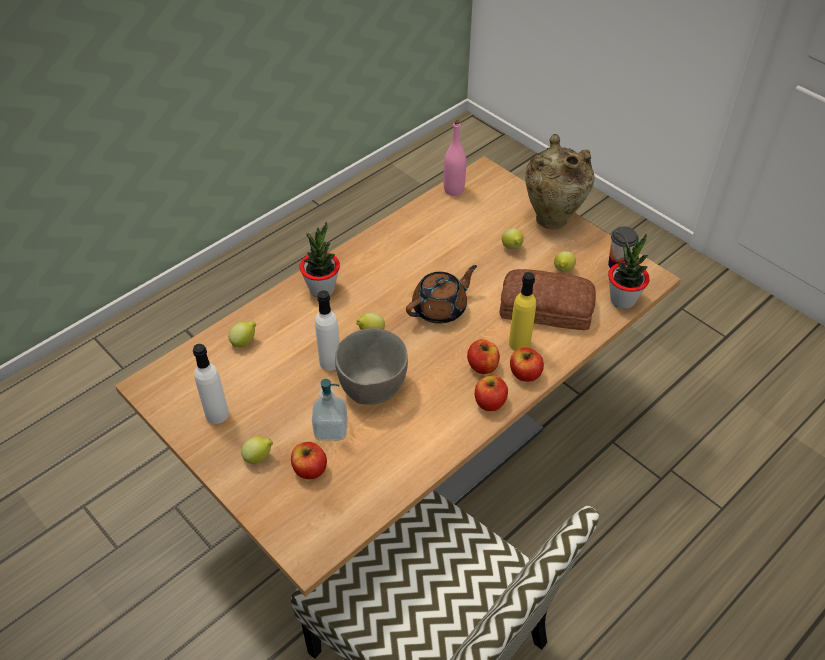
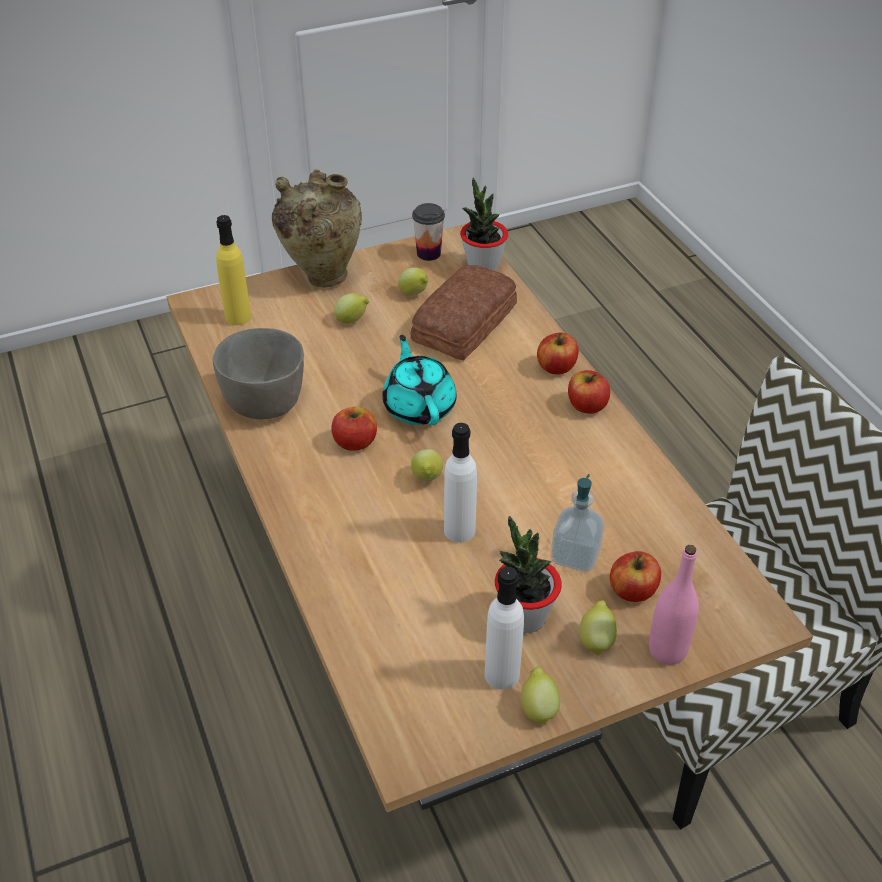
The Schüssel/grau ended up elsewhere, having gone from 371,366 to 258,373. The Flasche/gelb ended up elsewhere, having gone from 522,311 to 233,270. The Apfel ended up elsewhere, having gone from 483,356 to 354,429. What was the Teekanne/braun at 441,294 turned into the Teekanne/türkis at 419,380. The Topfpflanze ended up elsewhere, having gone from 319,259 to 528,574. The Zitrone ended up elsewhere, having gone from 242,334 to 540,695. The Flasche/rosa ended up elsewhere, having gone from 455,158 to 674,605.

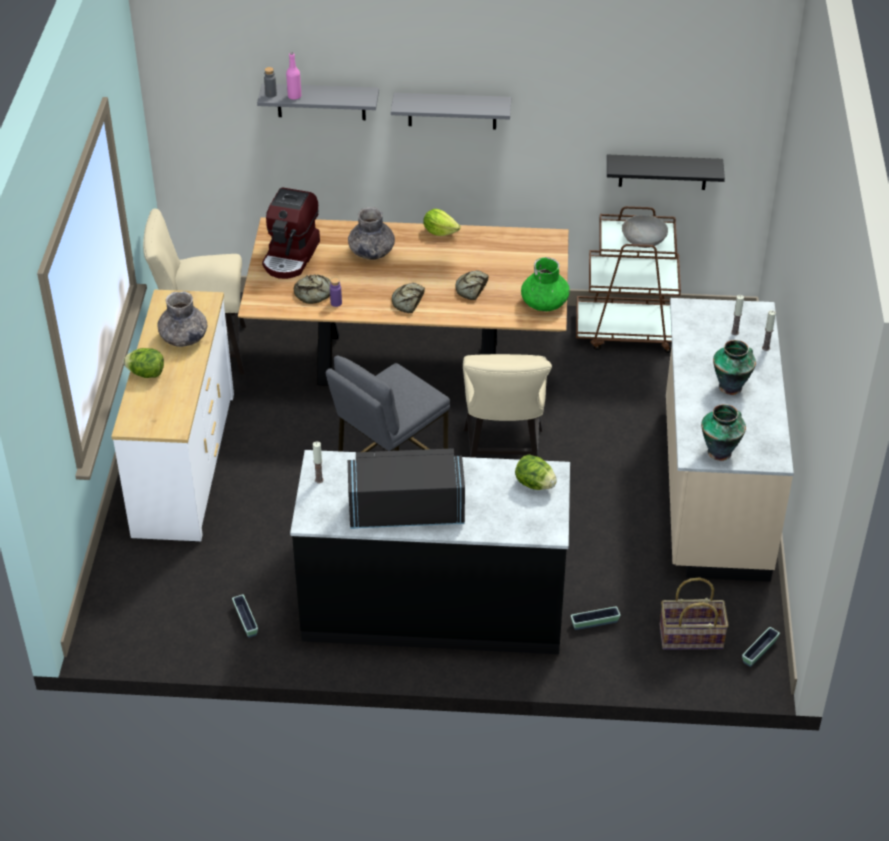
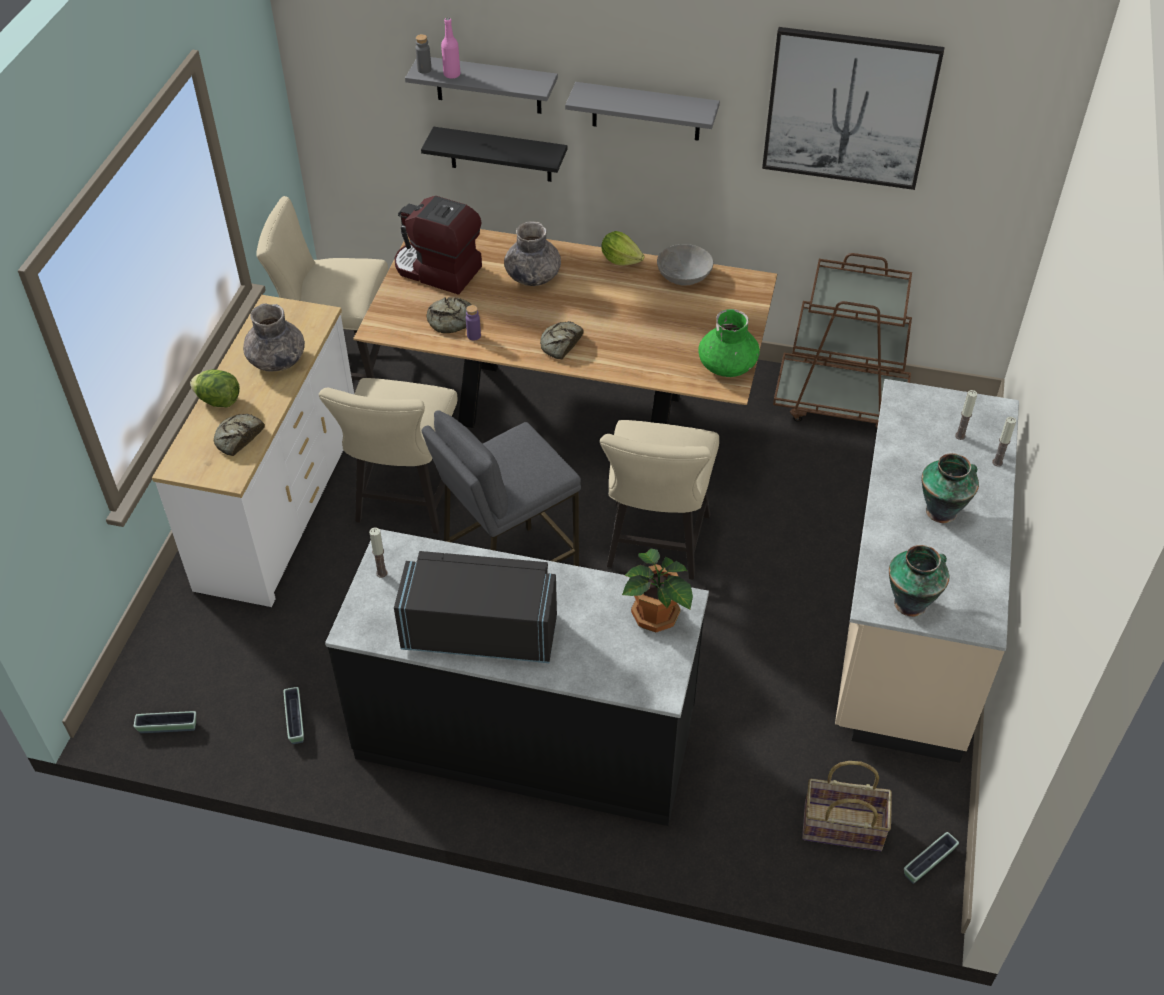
The Pflanzkübel ended up elsewhere, having gone from 595,618 to 165,722. The Brot ended up elsewhere, having gone from 472,285 to 239,435. The second view gained the Stuhl/beige at 388,456. The Kaffeemaschine at 291,233 ended up facing another way, 90 degrees clockwise from before. The Wandregal/schwarz ended up elsewhere, having gone from 666,172 to 494,154. Where the Salatkopf stood at 536,472, the Topfpflanze came to stand at 657,590. The Schüssel/grau ended up elsewhere, having gone from 645,231 to 685,265. The second view gained the Bild at 853,108.

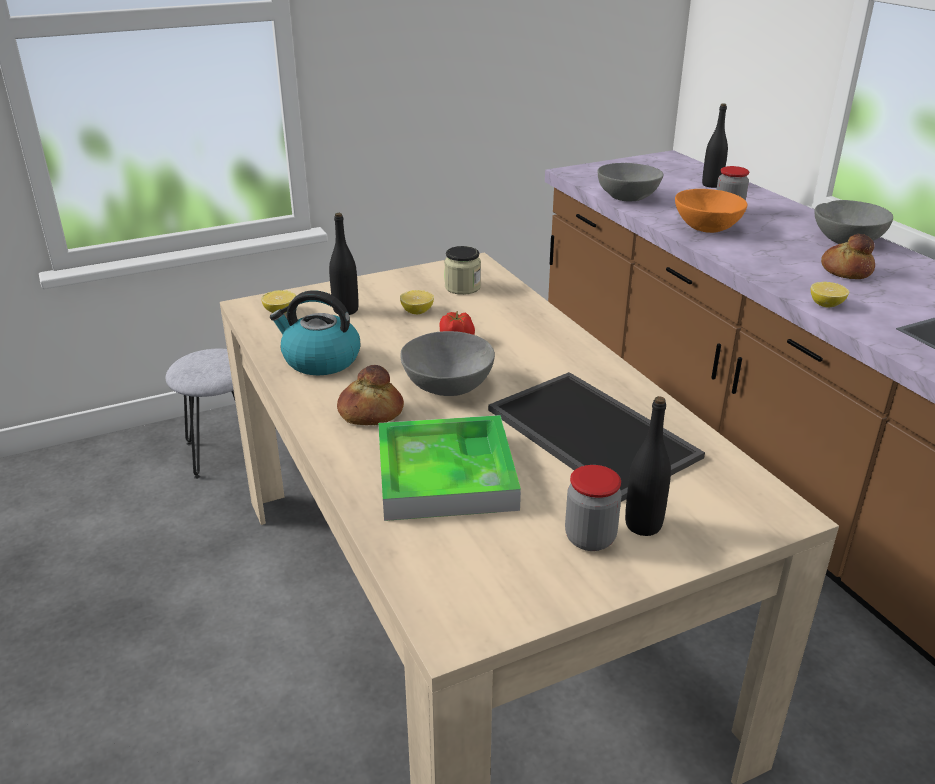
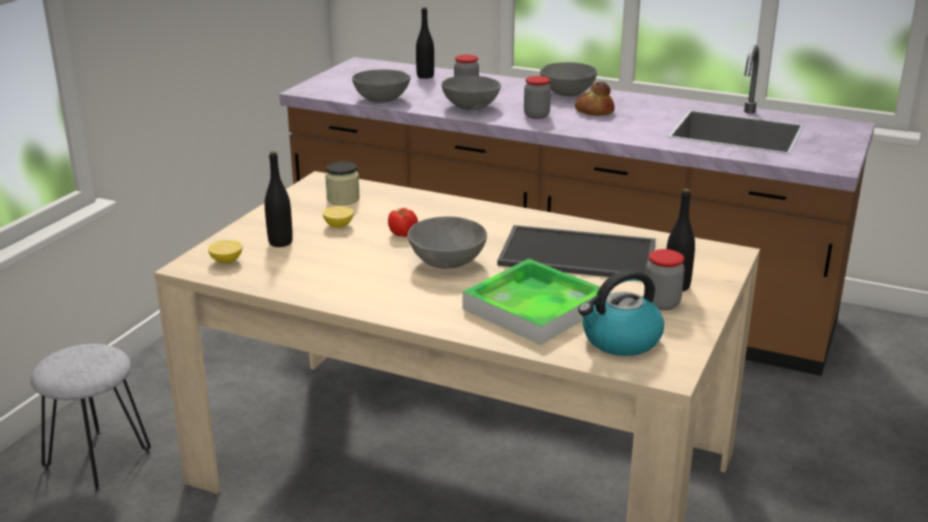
What was the Schüssel/orange at 711,211 turned into the Schüssel/grau at 471,92. The second view gained the Vorratsglas at 537,97. The Wasserkessel ended up elsewhere, having gone from 315,332 to 621,312. The second view lost the Brot at 370,395. The second view lost the Zitrone at 830,295.

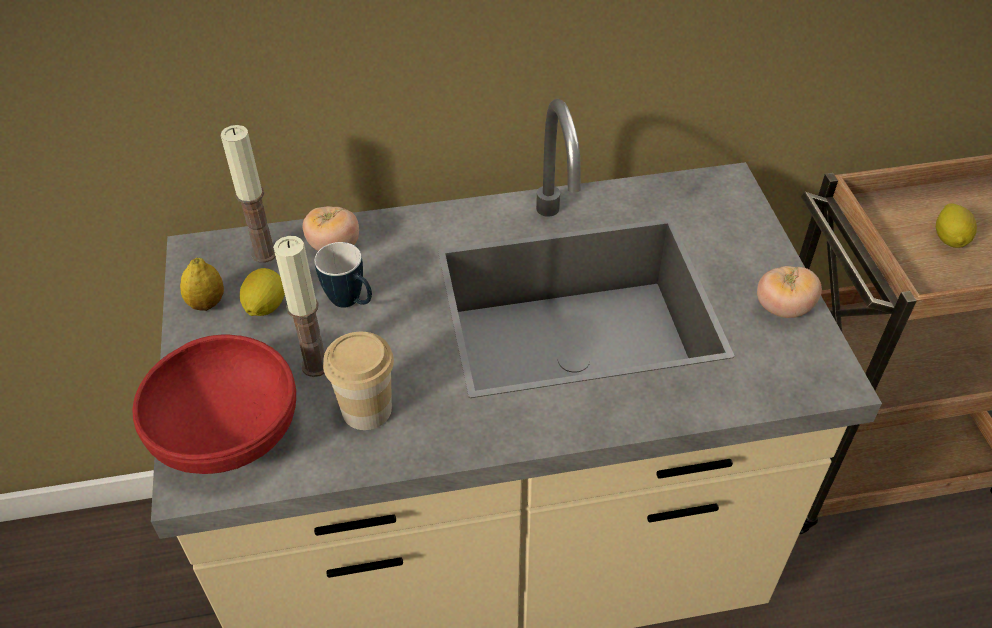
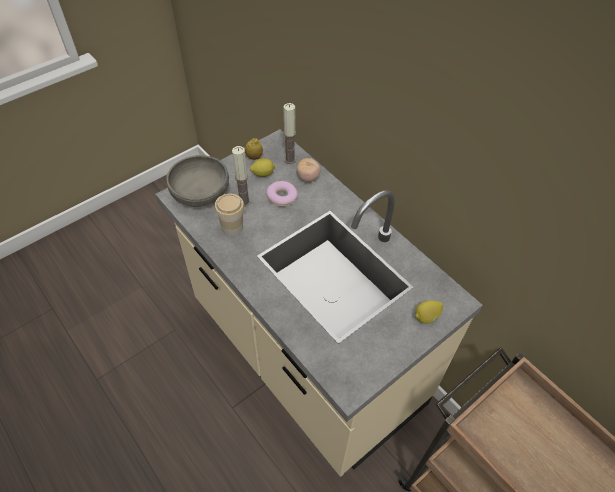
What was the Schüssel/rot at 214,404 turned into the Schüssel/grau at 197,181. Where the Henkelbecher stood at 343,275, the Donut came to stand at 282,194. The Zitrone ended up elsewhere, having gone from 956,225 to 429,312. The second view lost the Tomate at 789,292.

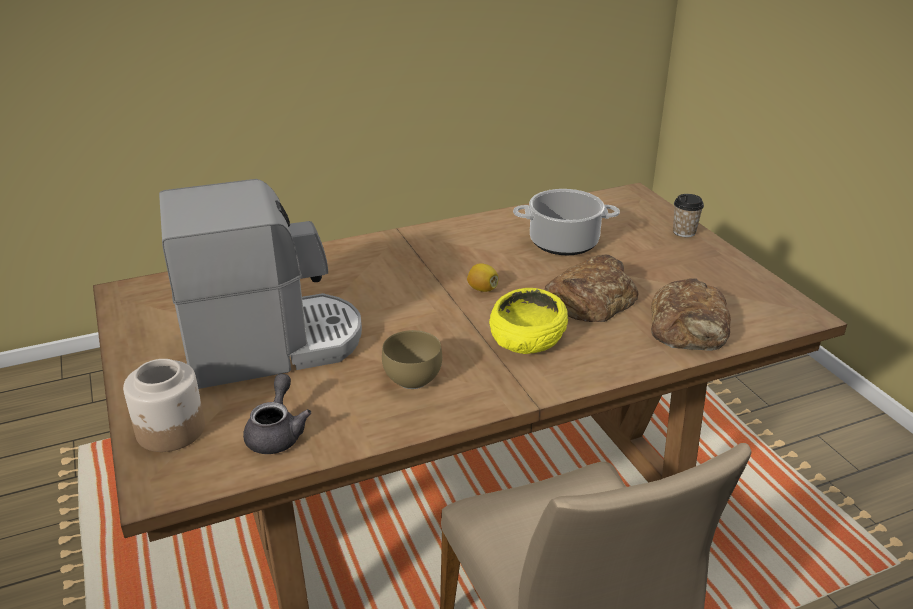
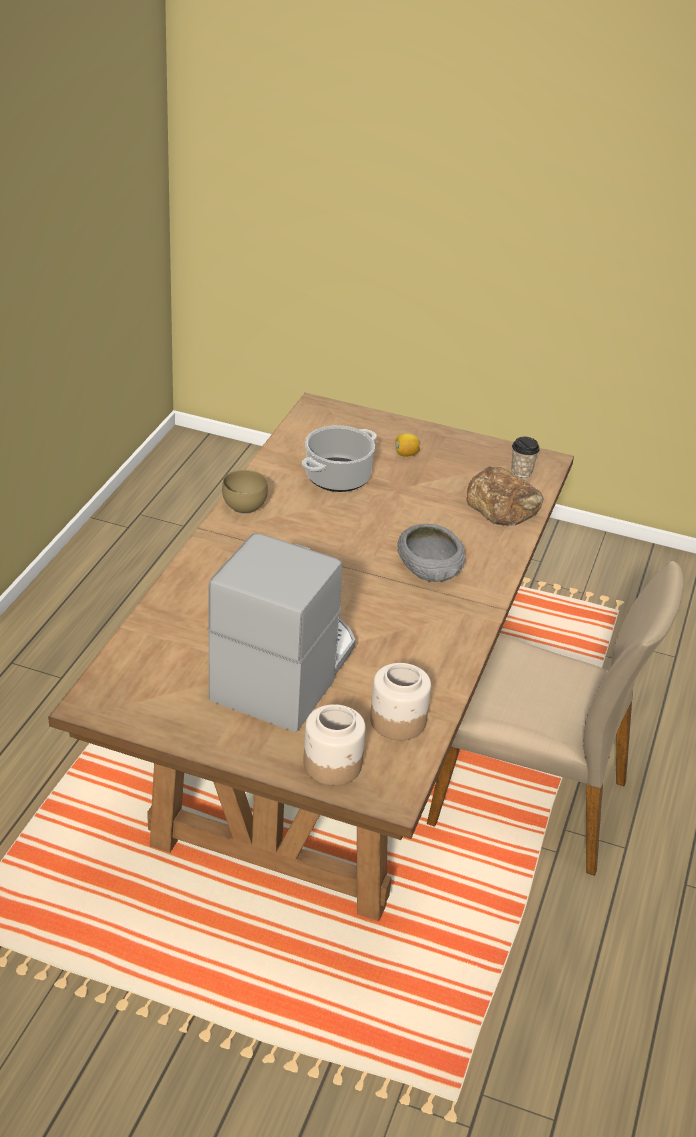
The Schüssel/braun ended up elsewhere, having gone from 412,359 to 245,491. Where the Teekanne/grau stood at 277,414, the Vorratsglas came to stand at 400,701. The Zitrone ended up elsewhere, having gone from 483,277 to 407,445. What was the Schüssel/gelb at 528,321 turned into the Schüssel/grau at 431,553. The Tasse ended up elsewhere, having gone from 688,215 to 525,457. The second view lost the Brot at 592,288.

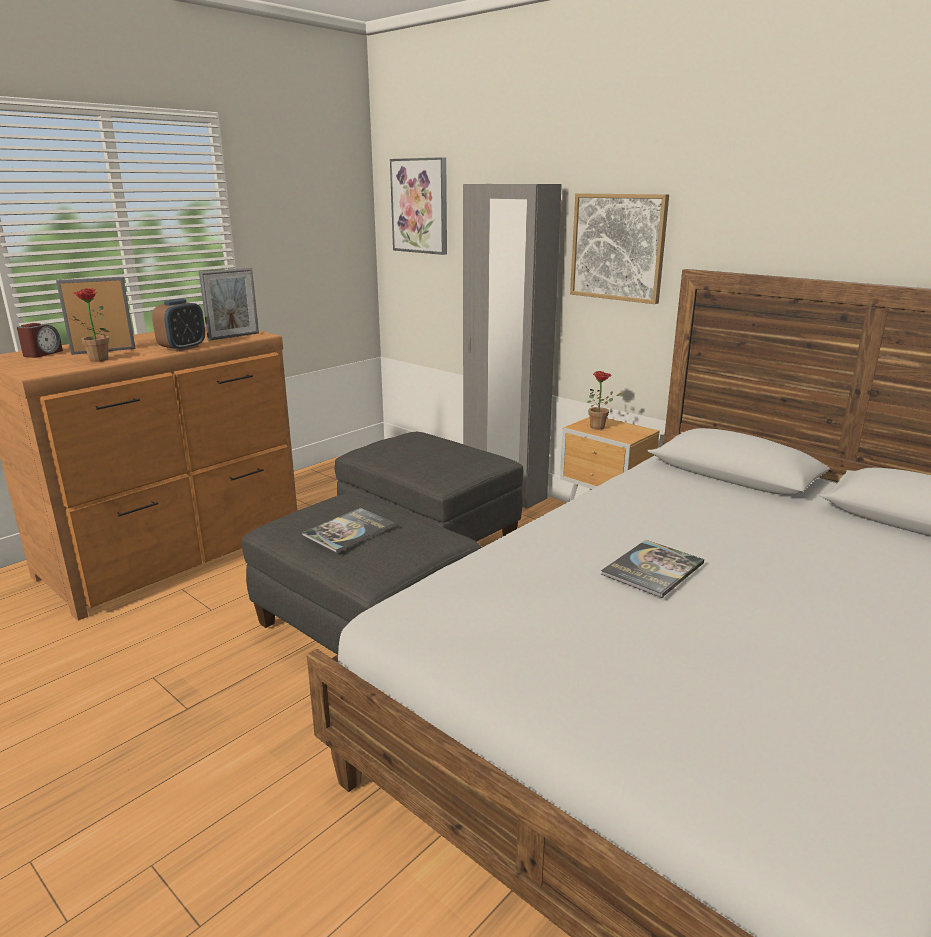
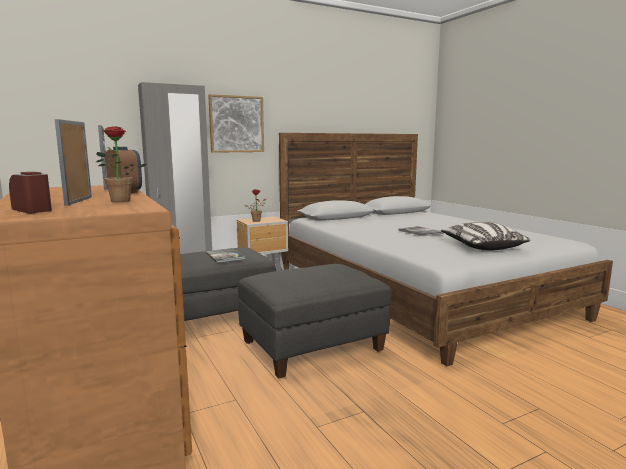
The Buch ended up elsewhere, having gone from 348,530 to 225,255. The second view gained the Kissen at 486,236. The second view lost the Bild at 418,206.

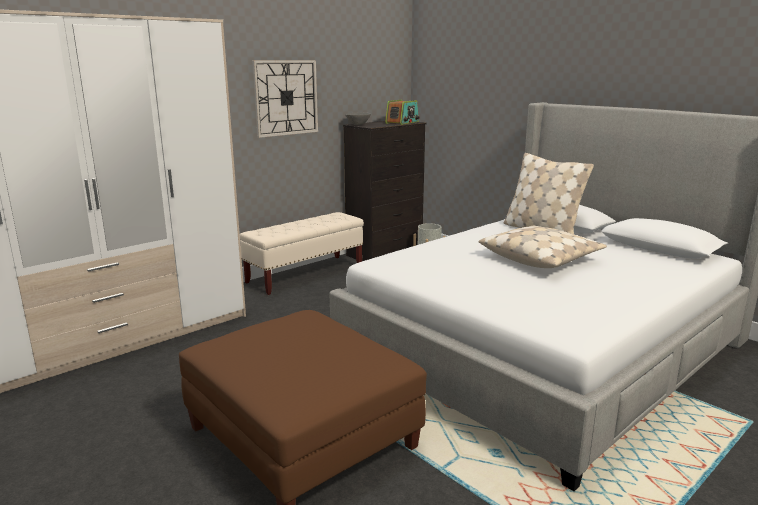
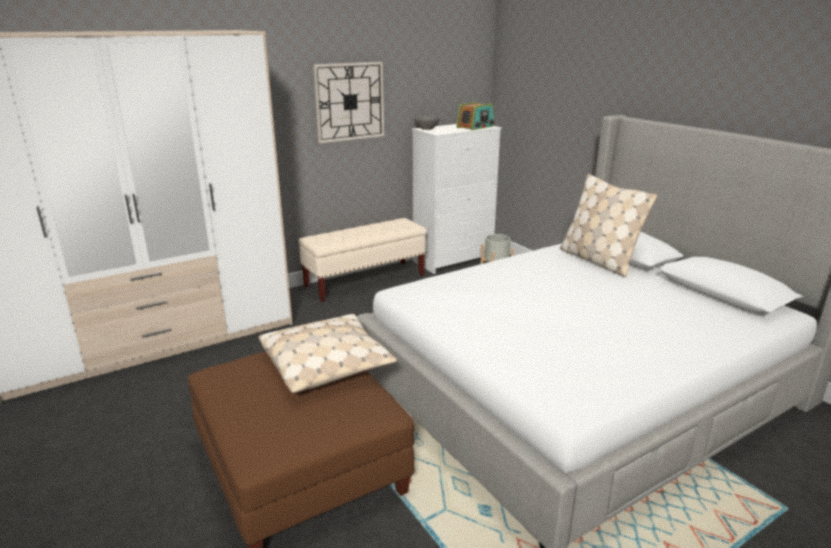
The Kissen/beige ended up elsewhere, having gone from 543,247 to 327,353. What was the Kommode/schwarz at 384,191 turned into the Kommode/weiß at 457,199.

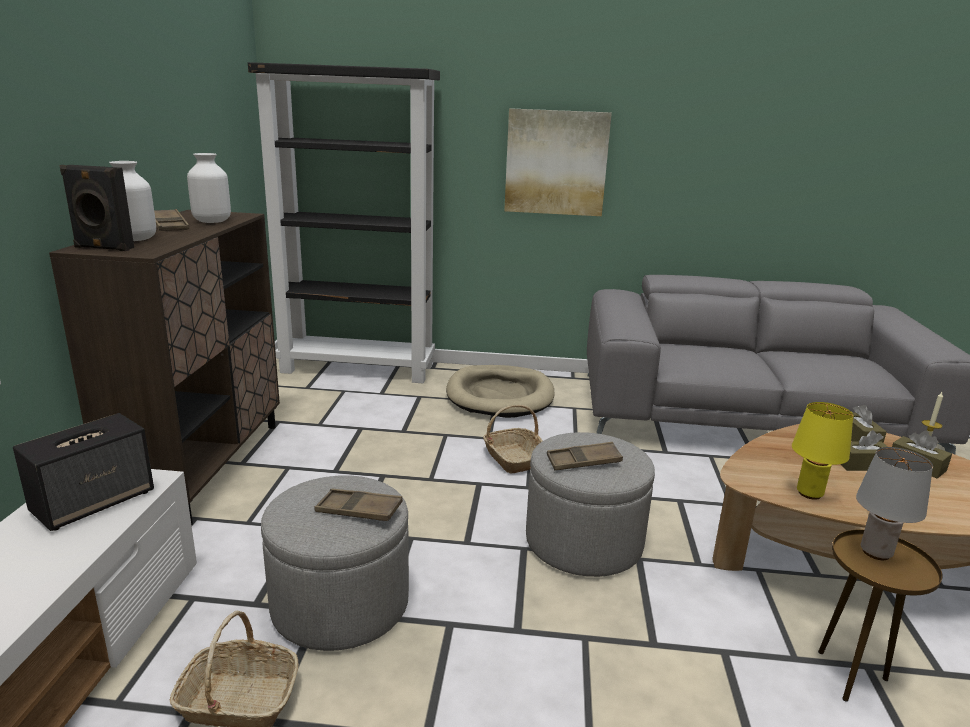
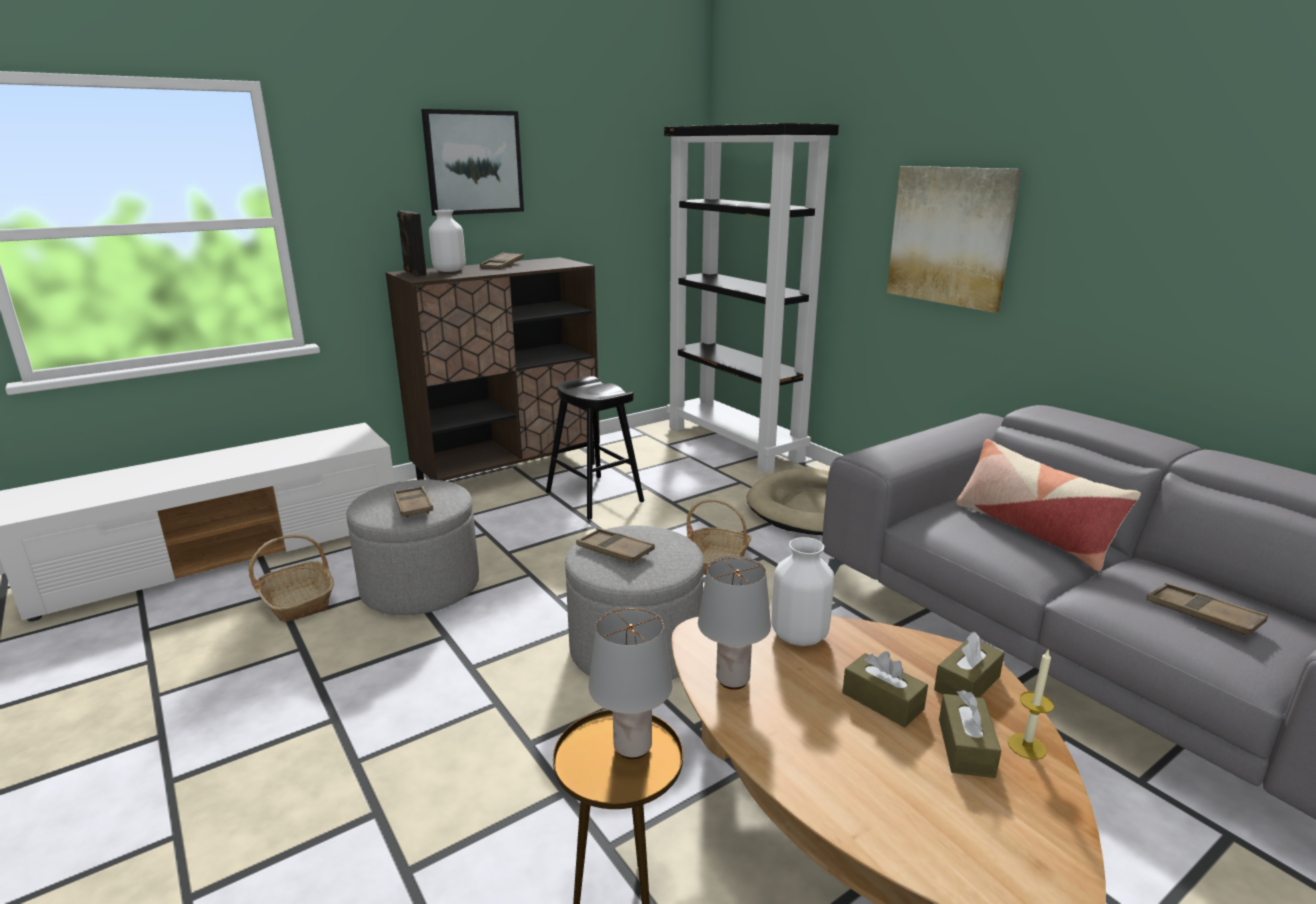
The second view gained the Bild at 472,162. The second view gained the Hocker/schwarz at 595,448. What was the Tischlampe/gelb at 823,451 turned into the Tischlampe/grau at 734,623. The Vase/weiß ended up elsewhere, having gone from 209,188 to 802,591. The second view gained the Kissen at 1048,505. The second view gained the Tablett/braun at 1207,609. The second view lost the Lautsprecher at 83,472.

